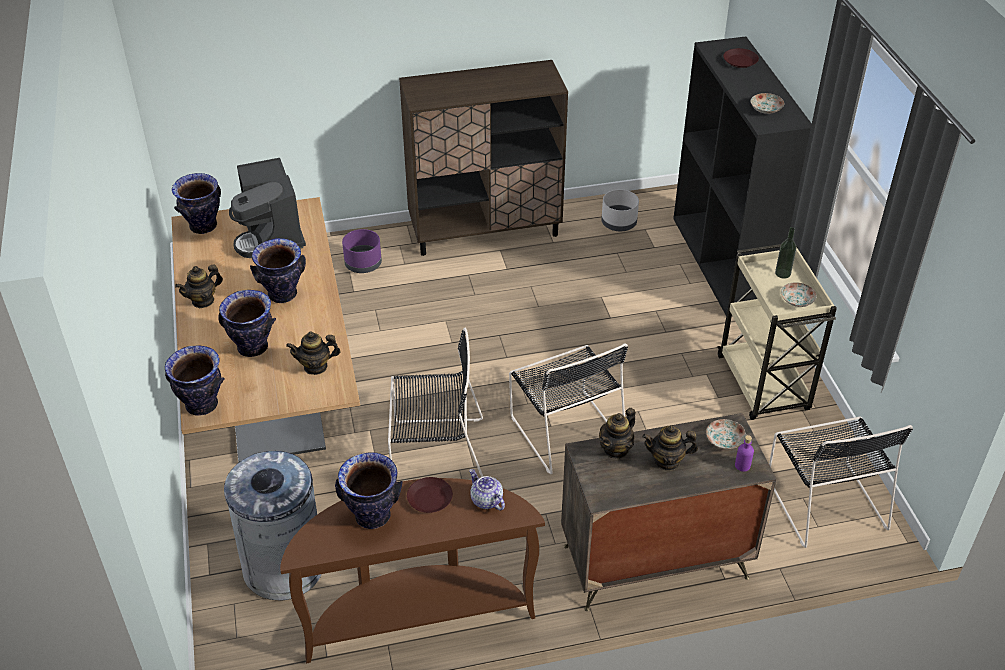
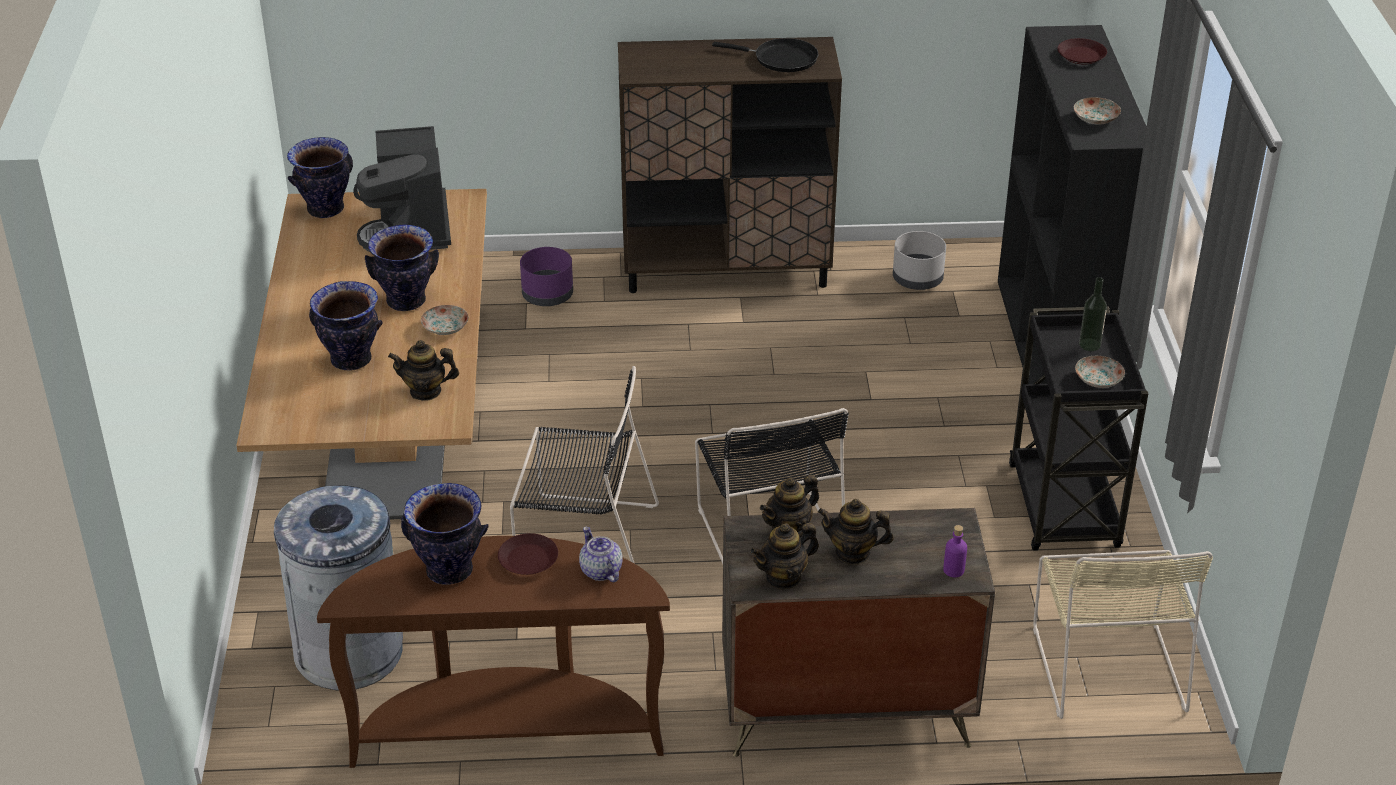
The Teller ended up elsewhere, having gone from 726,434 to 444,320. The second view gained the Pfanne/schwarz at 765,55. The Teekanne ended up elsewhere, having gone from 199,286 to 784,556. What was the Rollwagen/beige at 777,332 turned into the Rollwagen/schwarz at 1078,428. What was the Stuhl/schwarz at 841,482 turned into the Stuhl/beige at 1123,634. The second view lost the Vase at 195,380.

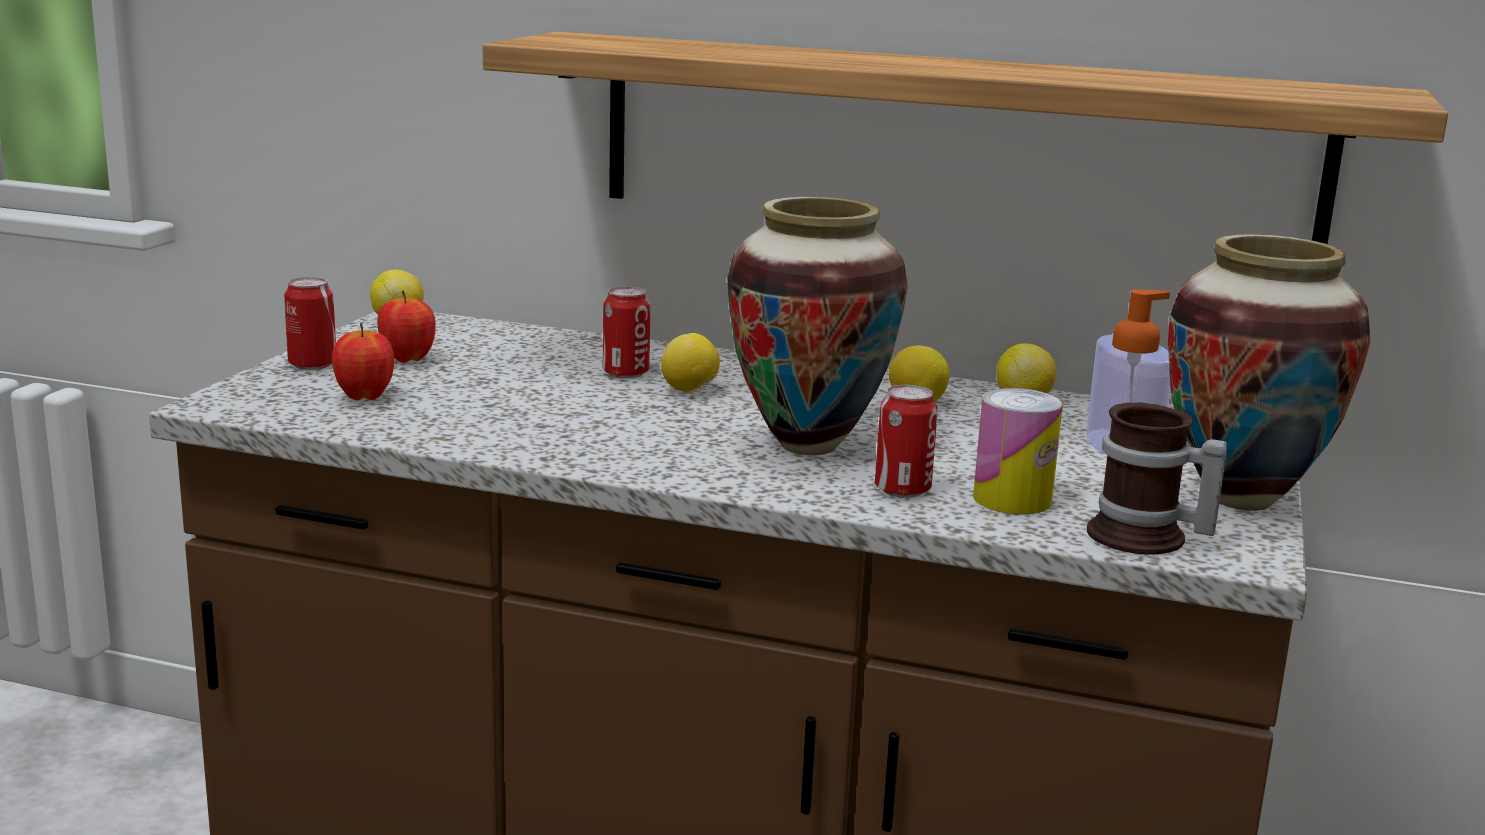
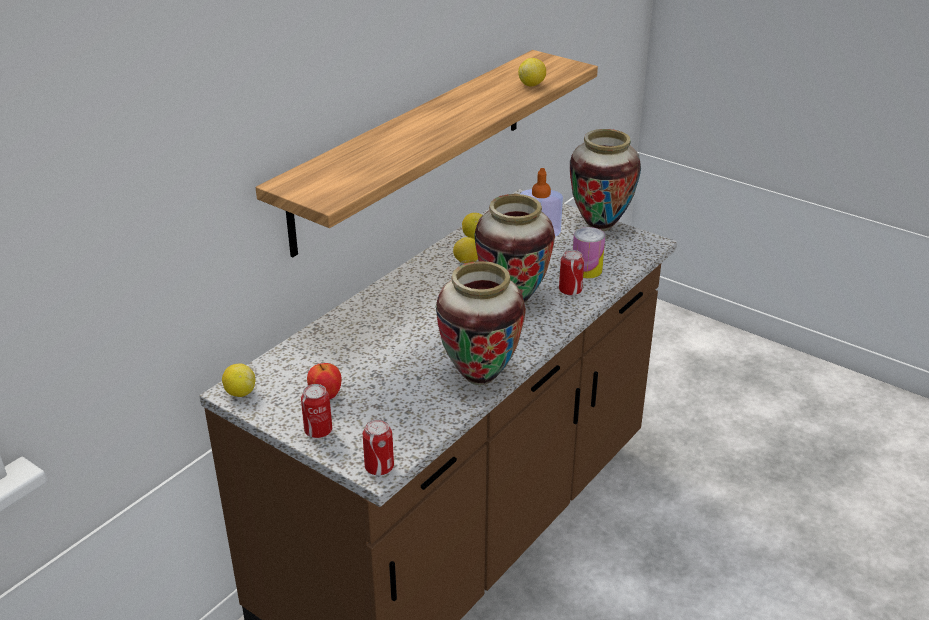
The Dose ended up elsewhere, having gone from 626,332 to 378,447. The second view gained the Vase at 481,323. The Zitrone ended up elsewhere, having gone from 690,362 to 532,72. The second view lost the Apfel at 363,361. The second view lost the Henkelbecher at 1157,478.

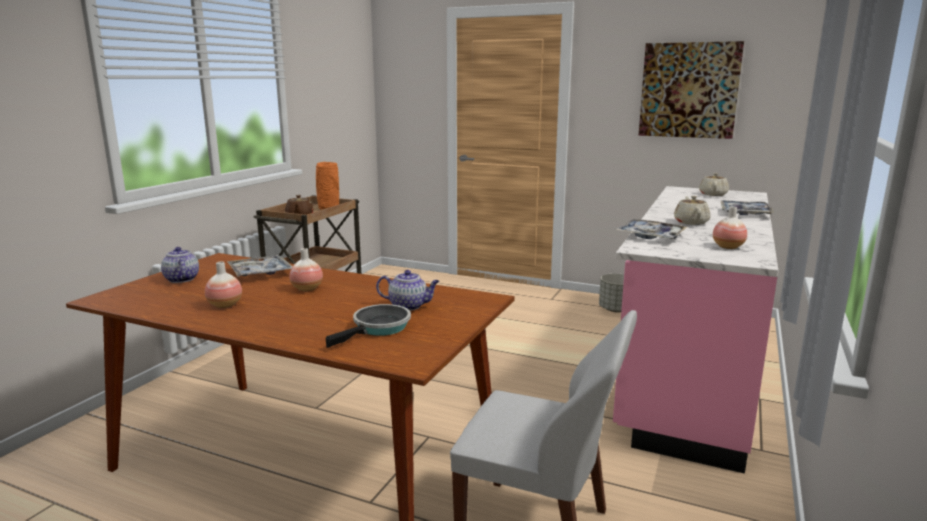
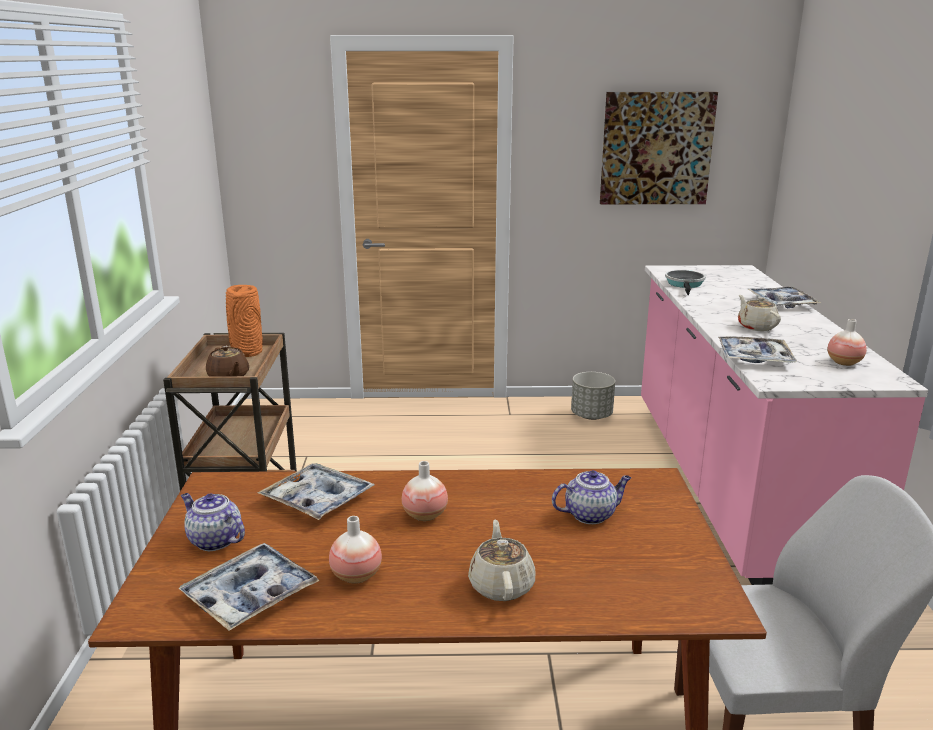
The second view gained the Tablett at 249,587. The Teekanne/beige ended up elsewhere, having gone from 714,184 to 502,560. The Pfanne ended up elsewhere, having gone from 368,326 to 685,282.

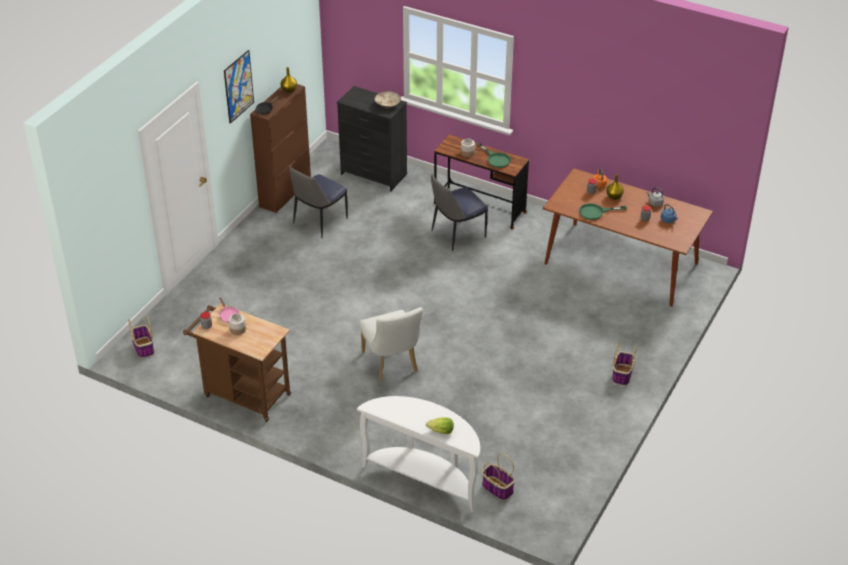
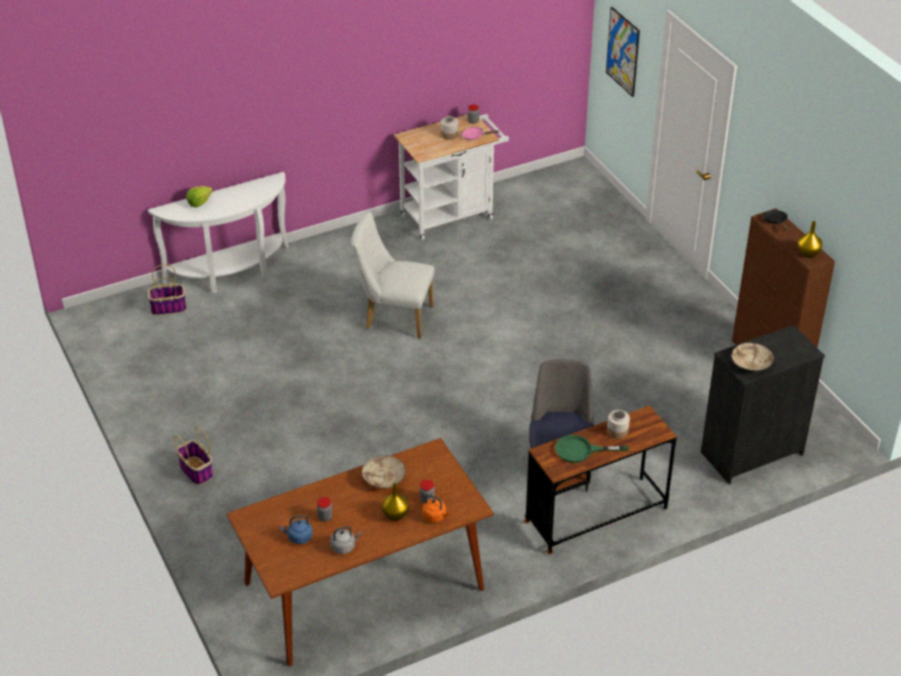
Where the Pfanne/grün stood at 603,211, the Schüssel/beige came to stand at 384,472. What was the Rollwagen/braun at 237,362 turned into the Rollwagen/weiß at 451,177. The Bild ended up elsewhere, having gone from 239,87 to 623,52. The second view lost the Korb at 141,336. The second view lost the Stuhl at 318,202.

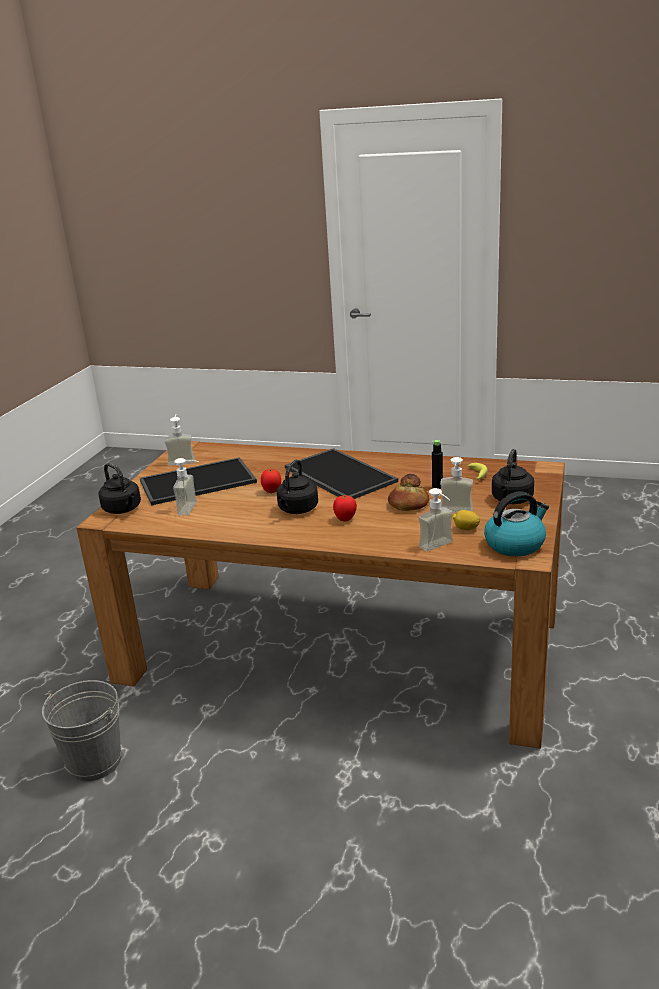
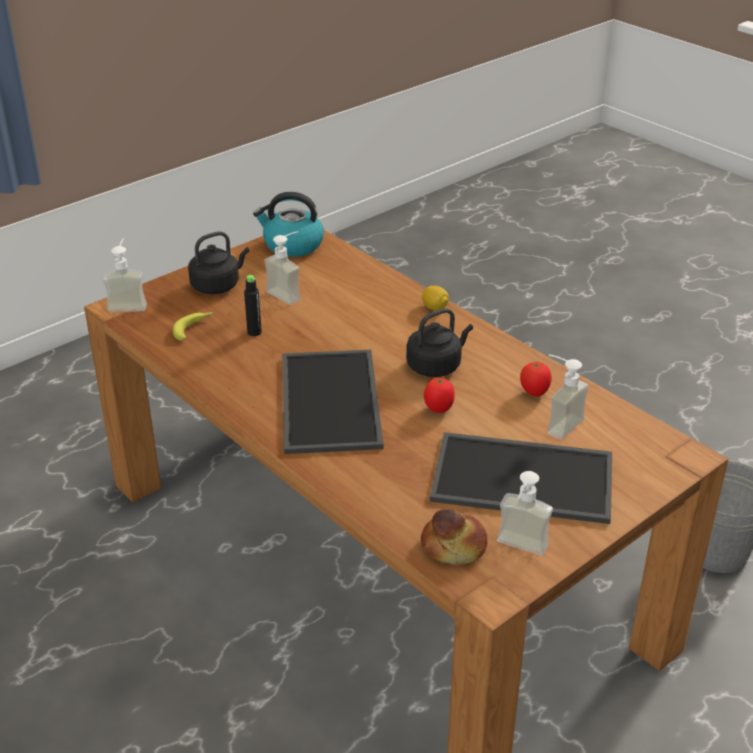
The Seifenspender ended up elsewhere, having gone from 436,520 to 124,275. The Brot ended up elsewhere, having gone from 408,492 to 454,536. The Zitrone ended up elsewhere, having gone from 466,520 to 435,298. The Tomate ended up elsewhere, having gone from 345,508 to 536,379. The second view lost the Wasserkessel/schwarz at 119,488.

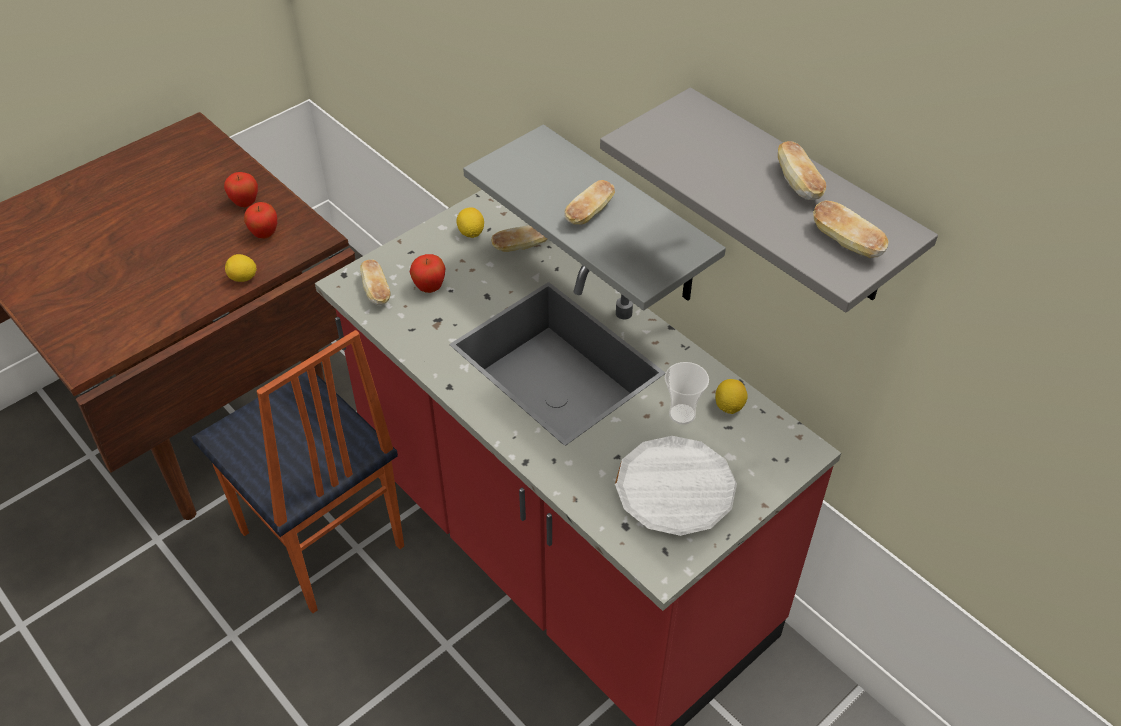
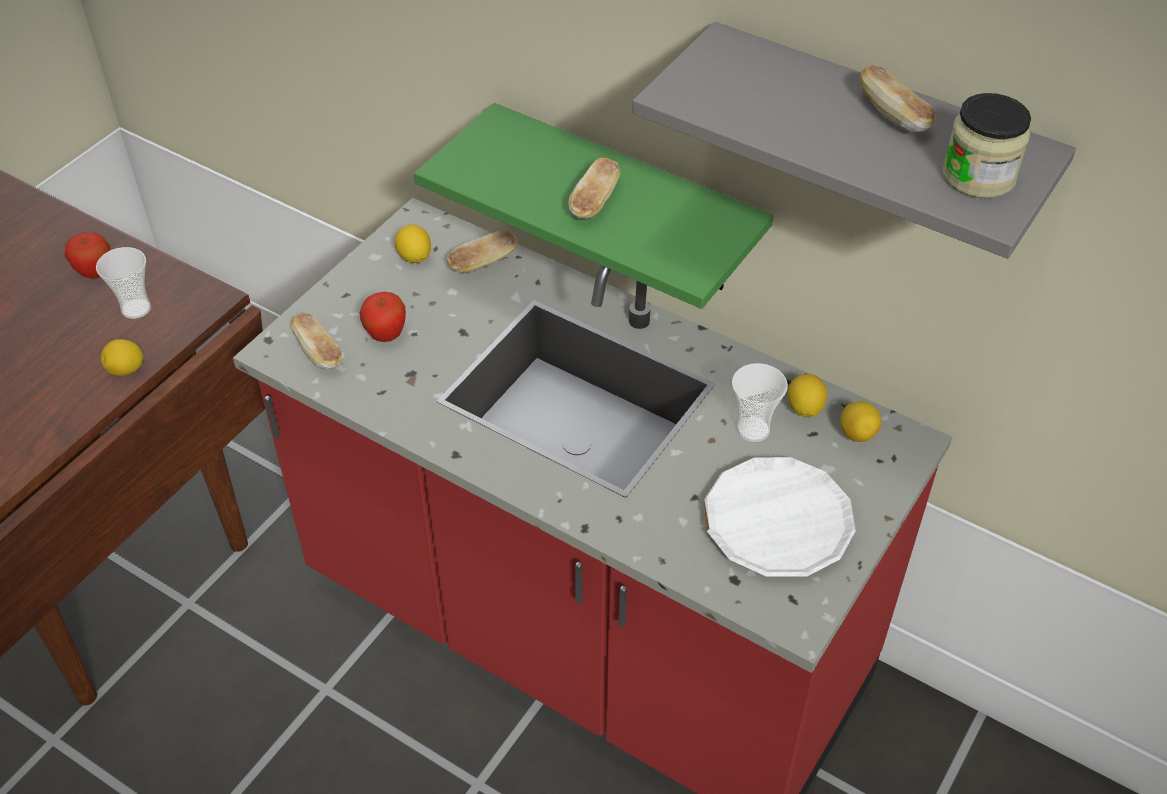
Where the Apfel stood at 260,220, the Tasse came to stand at 123,283. What was the Wandregal/grau at 594,218 turned into the Wandregal/grün at 594,206. The second view gained the Zitrone at 860,421. Where the Brot stood at 850,229, the Vorratsglas came to stand at 986,145. The second view lost the Stuhl at 298,471.

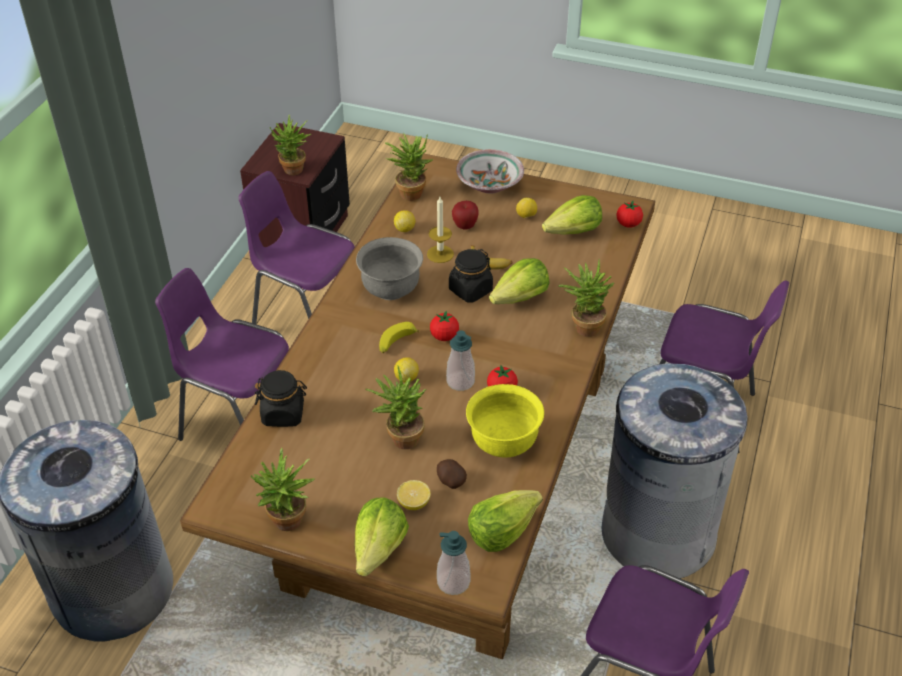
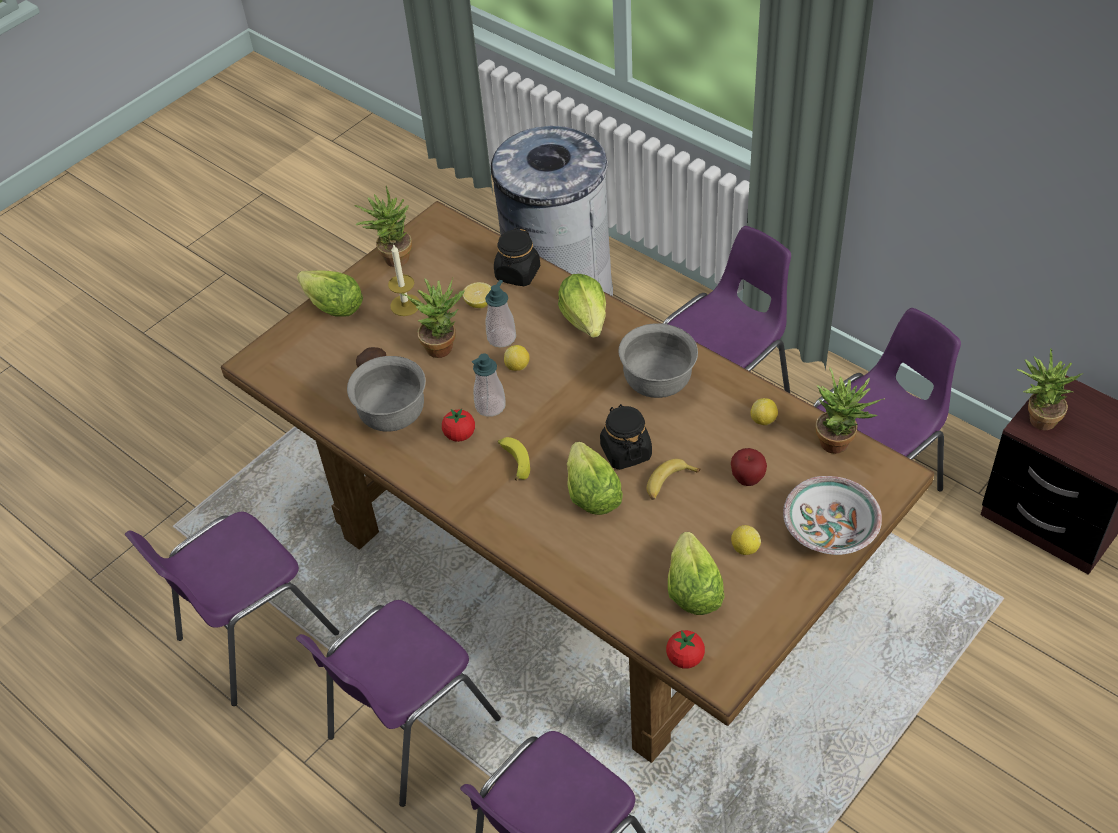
Where the Mülleimer/grau stood at 675,470, the Stuhl/lila came to stand at 398,703. What was the Schüssel/gelb at 505,421 turned into the Schüssel/grau at 386,394. The Kerze ended up elsewhere, having gone from 440,230 to 404,280. The Zitrone ended up elsewhere, having gone from 414,495 to 477,295. The Seifenspender ended up elsewhere, having gone from 454,563 to 500,314. The Banane ended up elsewhere, having gone from 399,337 to 514,459. The Salatkopf ended up elsewhere, having gone from 505,521 to 582,306. The second view lost the Tomate at 444,326. The second view lost the Topfpflanze at 586,298.

